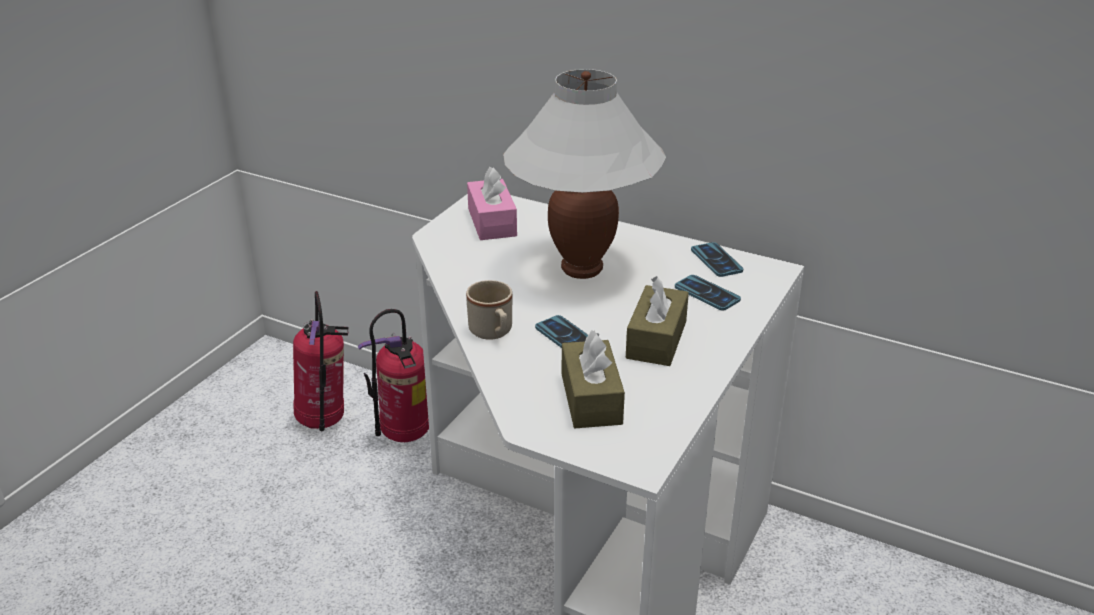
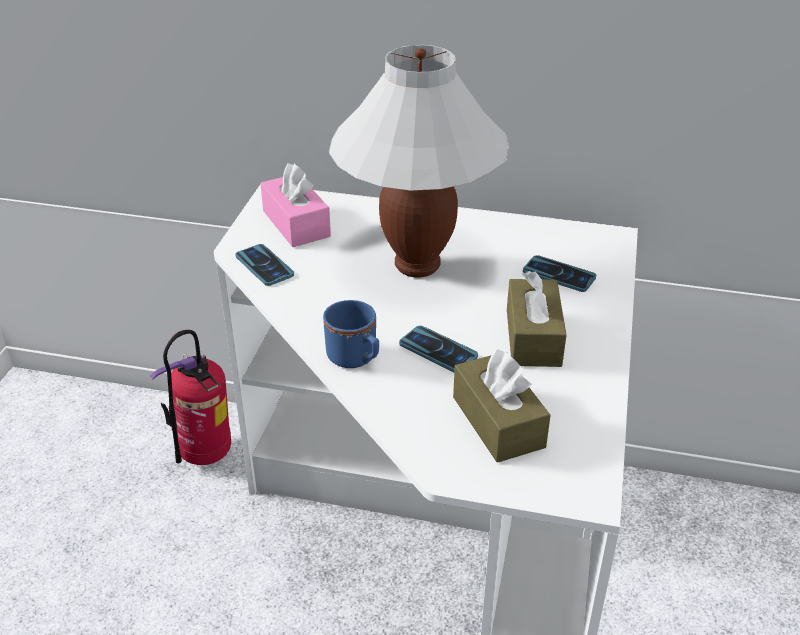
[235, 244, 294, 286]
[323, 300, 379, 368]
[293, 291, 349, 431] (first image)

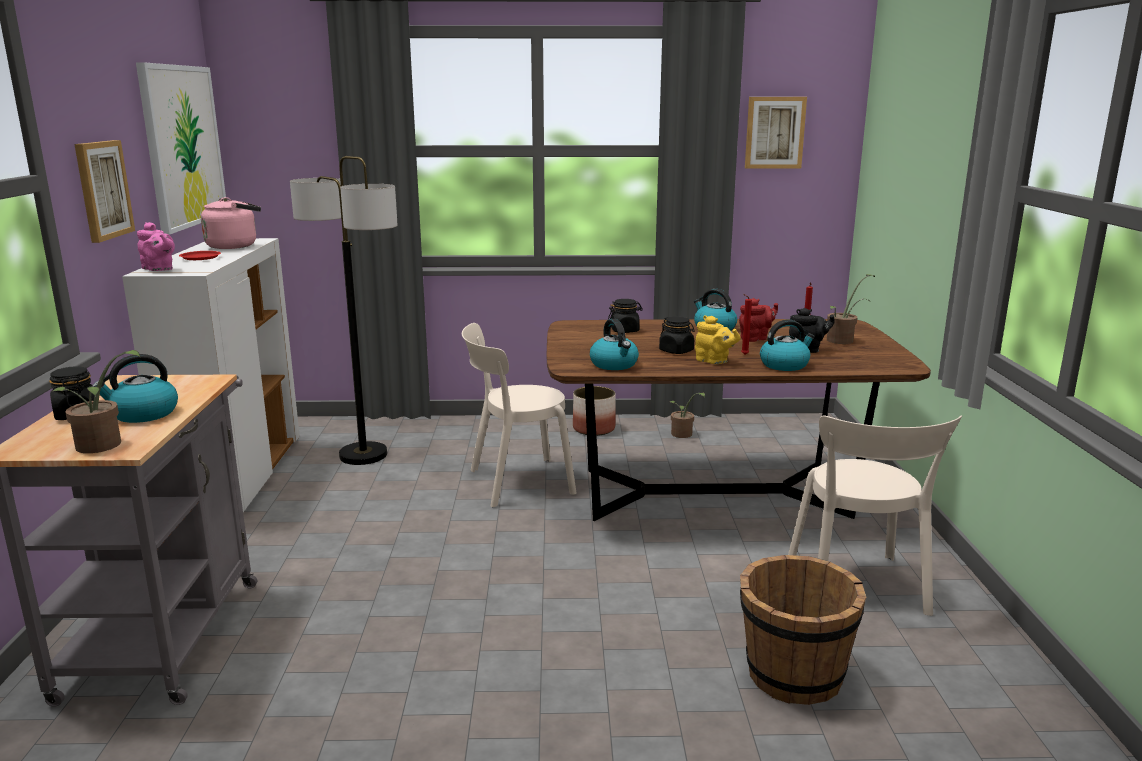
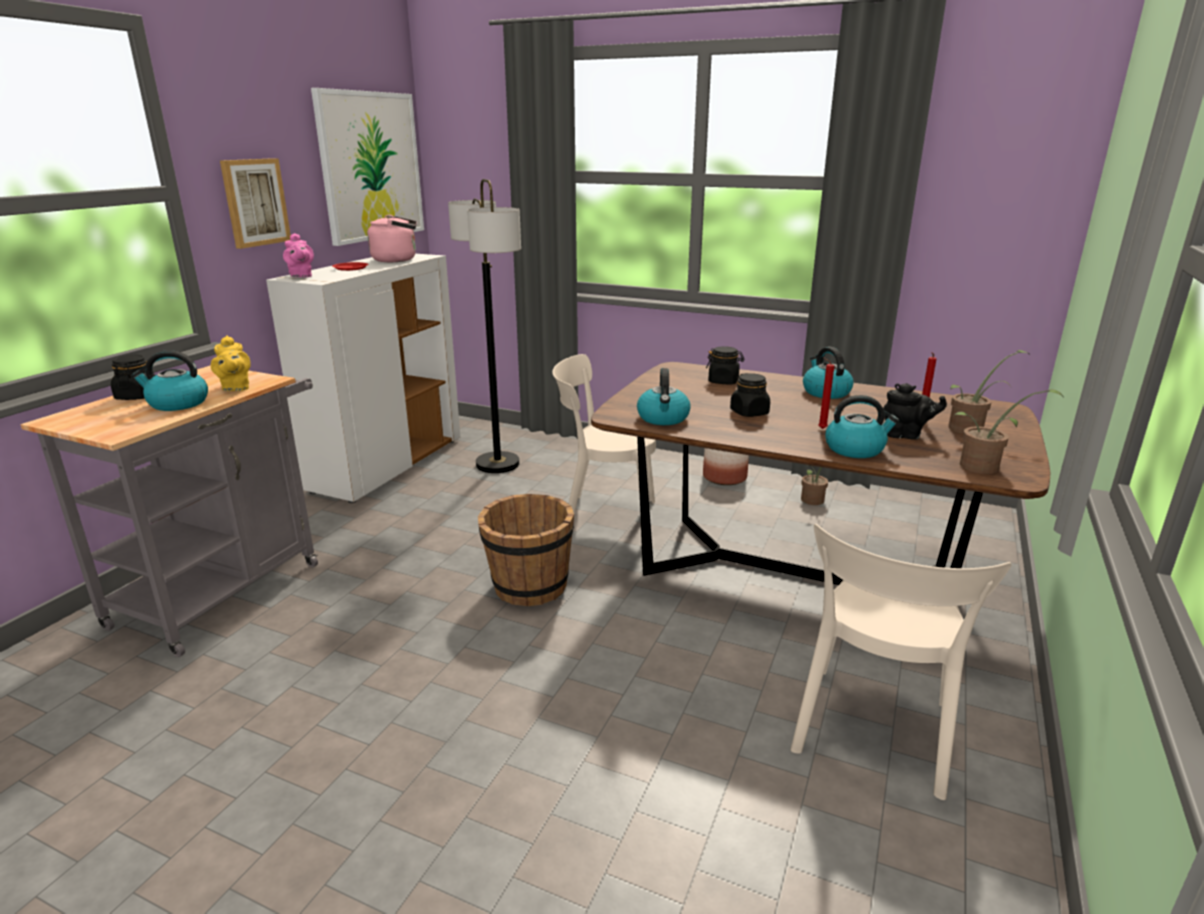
[211, 335, 250, 391]
[478, 494, 574, 606]
[953, 389, 1063, 474]
[739, 298, 778, 342] (first image)
[745, 97, 807, 168] (first image)

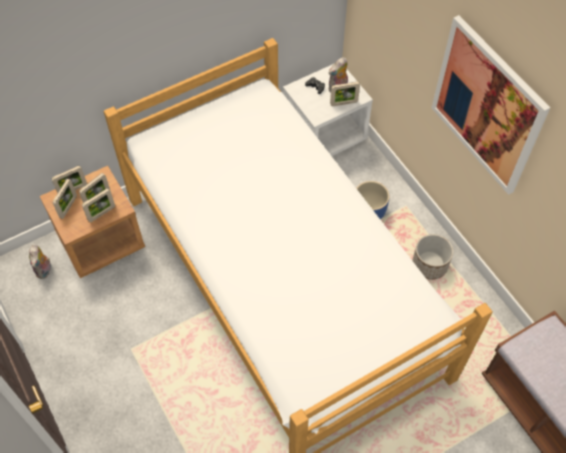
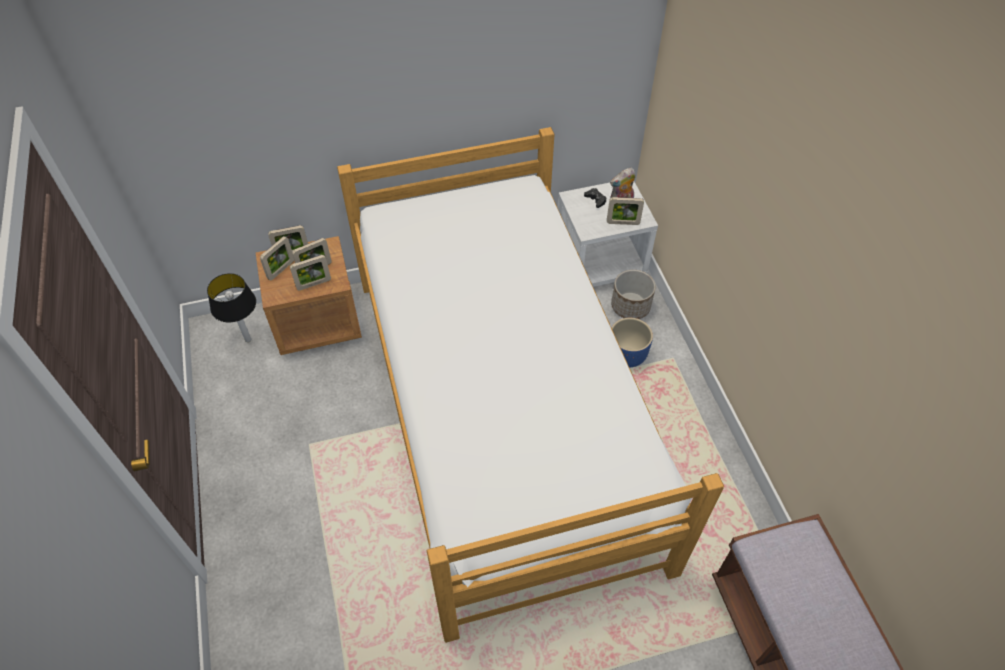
[207, 273, 256, 342]
[611, 270, 656, 319]
[432, 15, 550, 195] (first image)

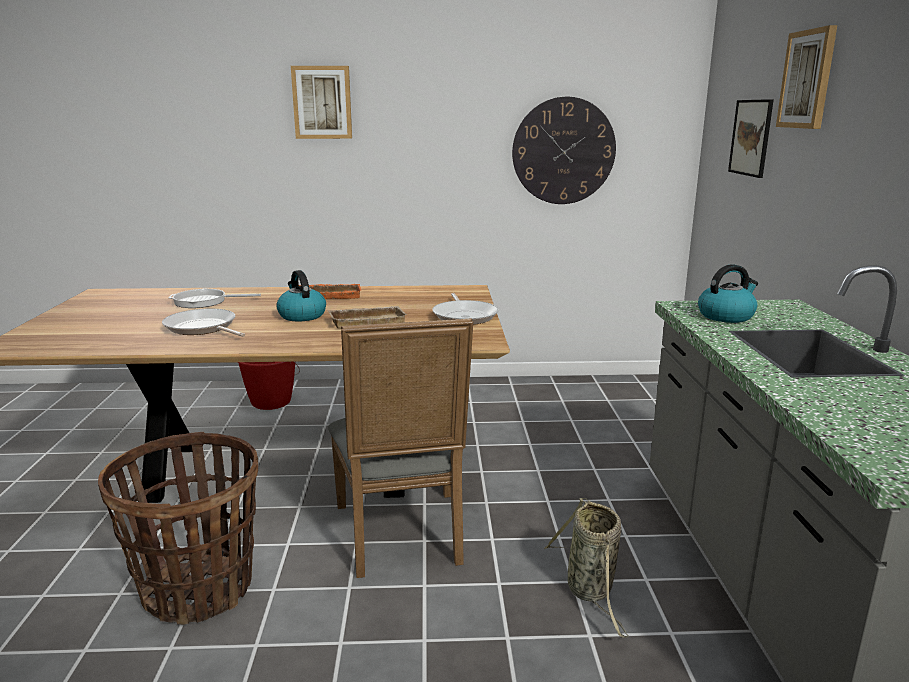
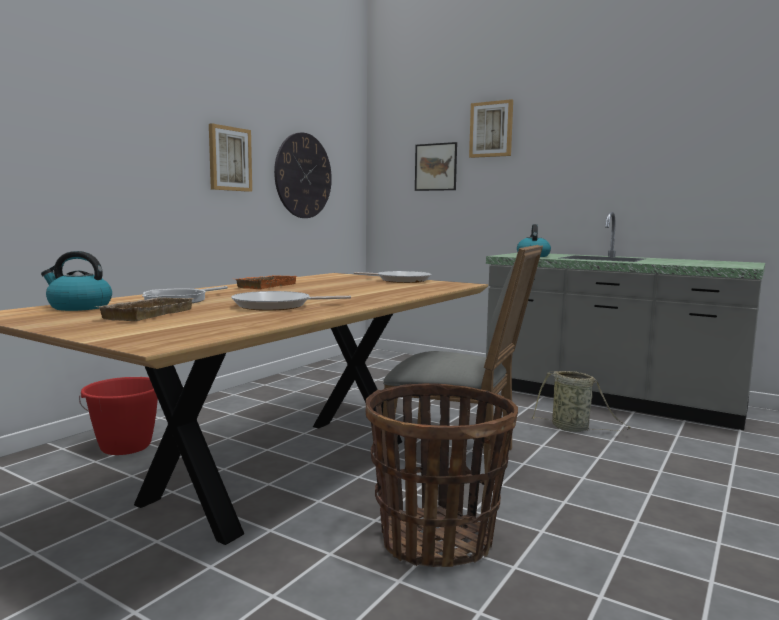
[41, 251, 112, 311]
[96, 297, 195, 321]
[209, 123, 252, 192]

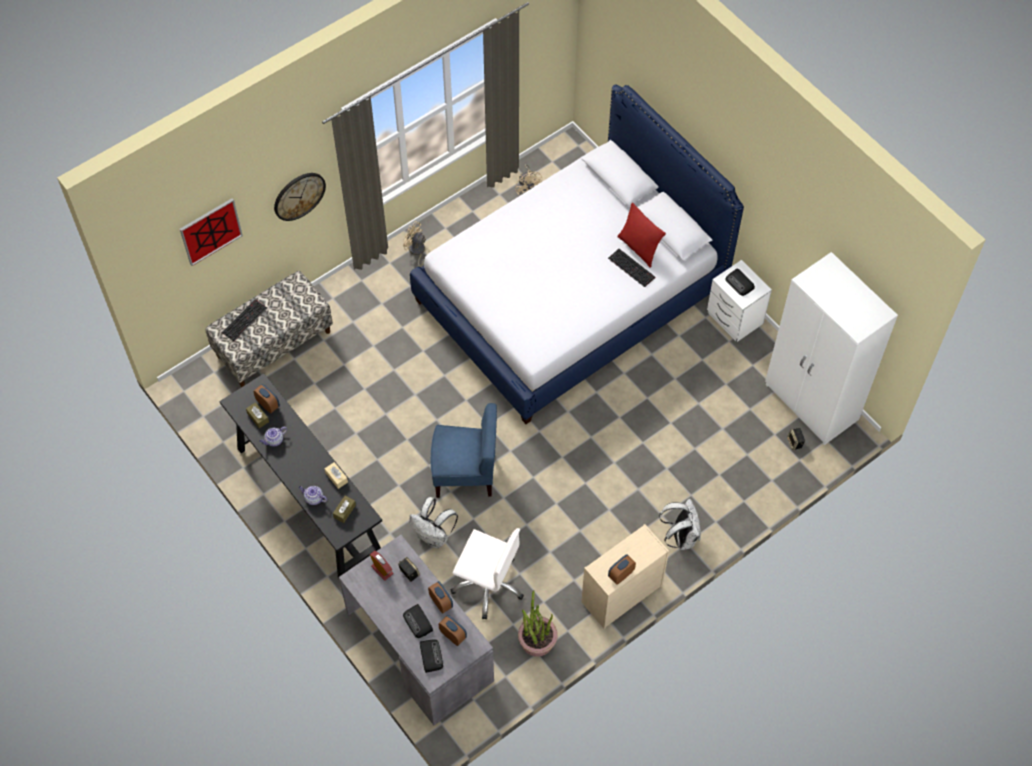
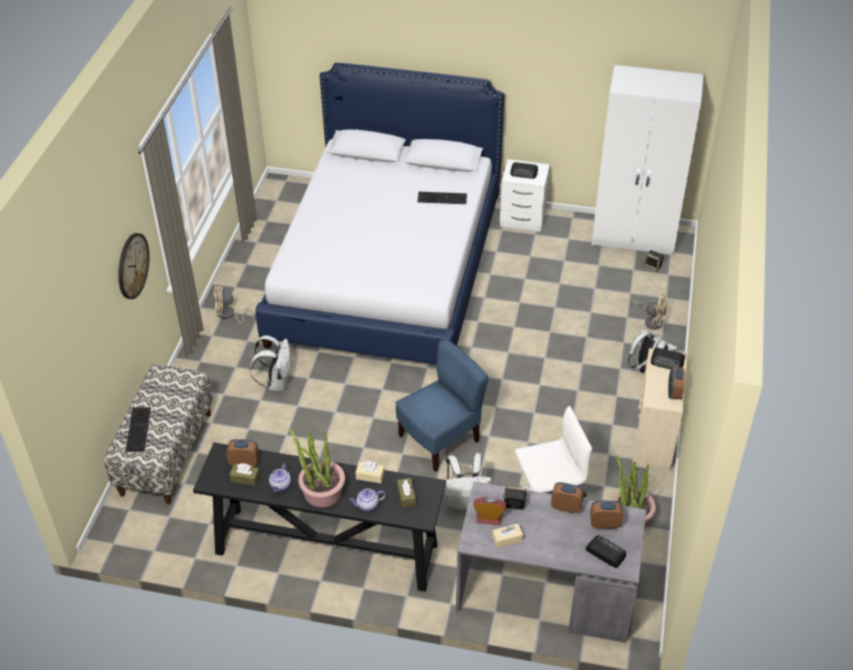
[250, 335, 291, 392]
[289, 429, 345, 507]
[492, 524, 523, 548]
[631, 294, 668, 330]
[651, 348, 685, 369]
[180, 198, 243, 266] (first image)
[617, 202, 666, 268] (first image)

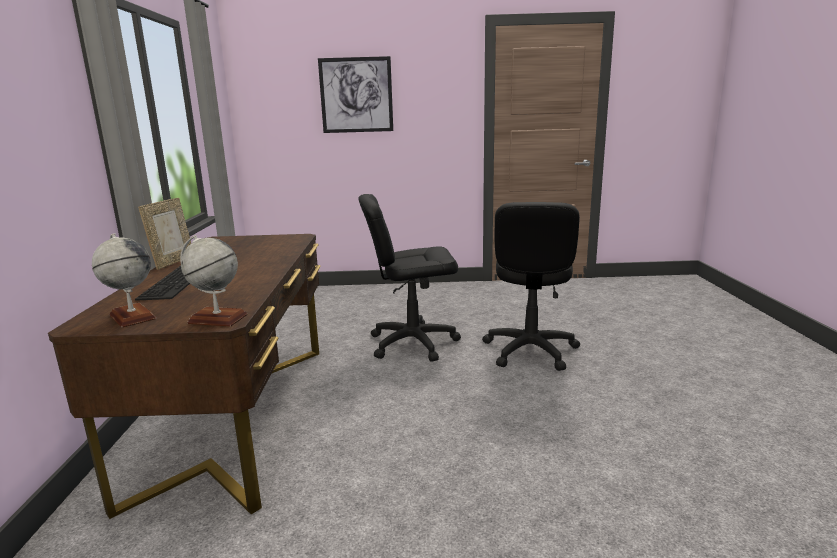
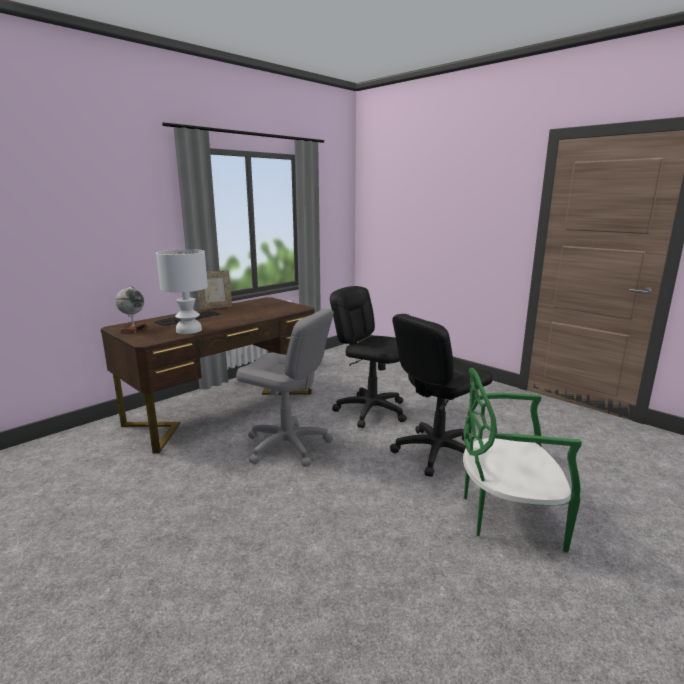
[156, 249, 208, 334]
[236, 309, 334, 467]
[463, 368, 582, 553]
[180, 235, 248, 326] (first image)
[318, 56, 393, 133] (first image)

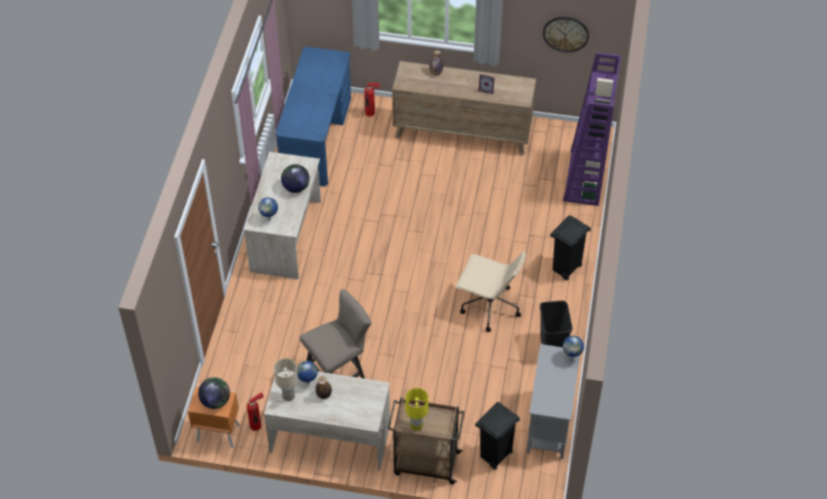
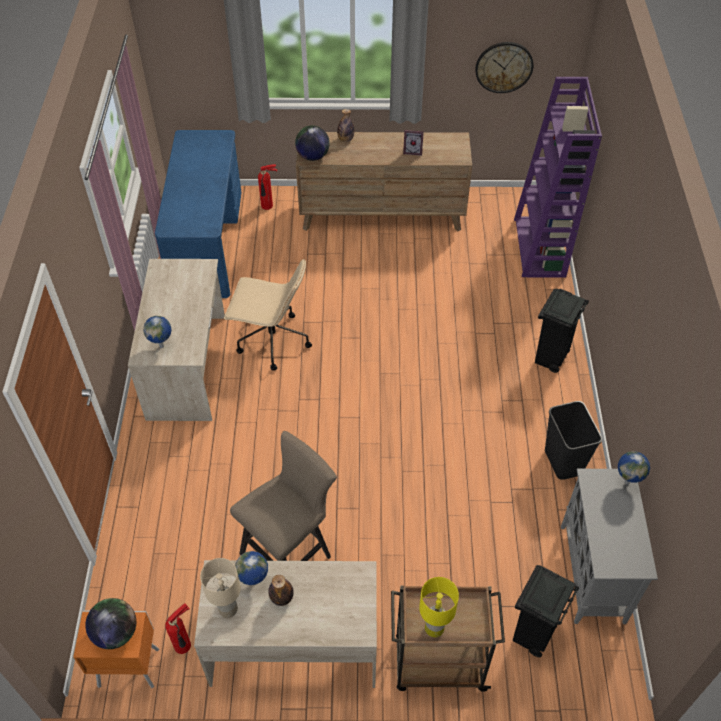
[224, 259, 312, 371]
[295, 125, 330, 161]

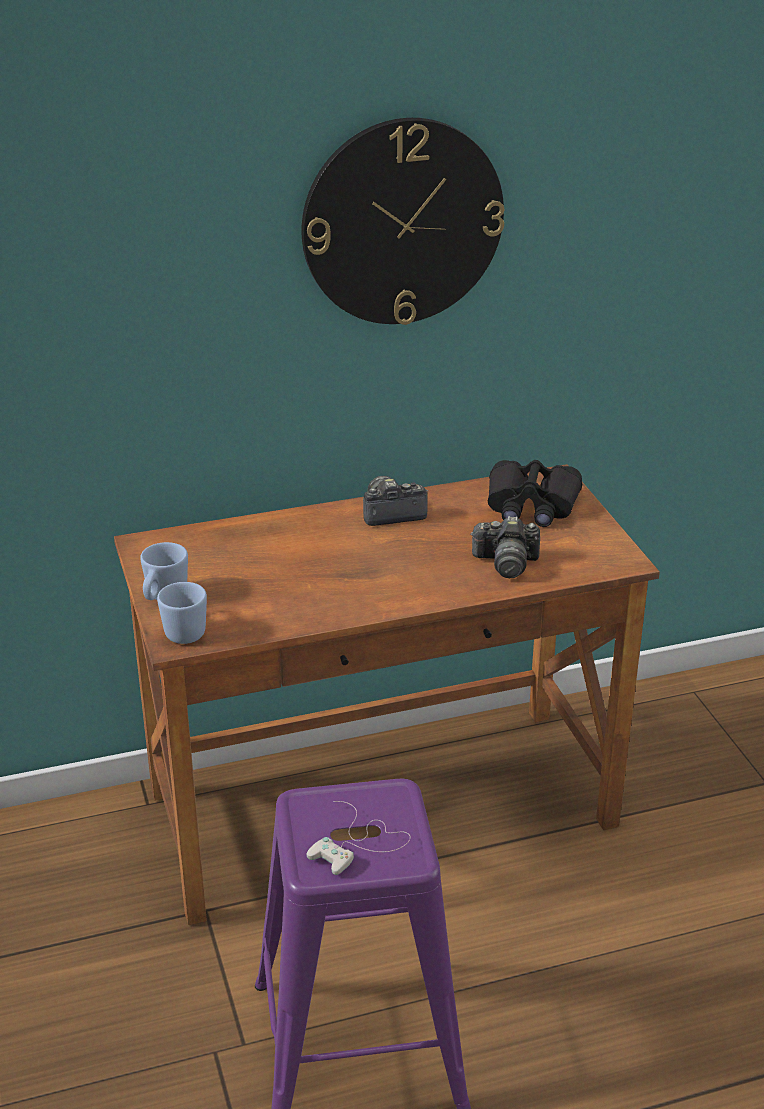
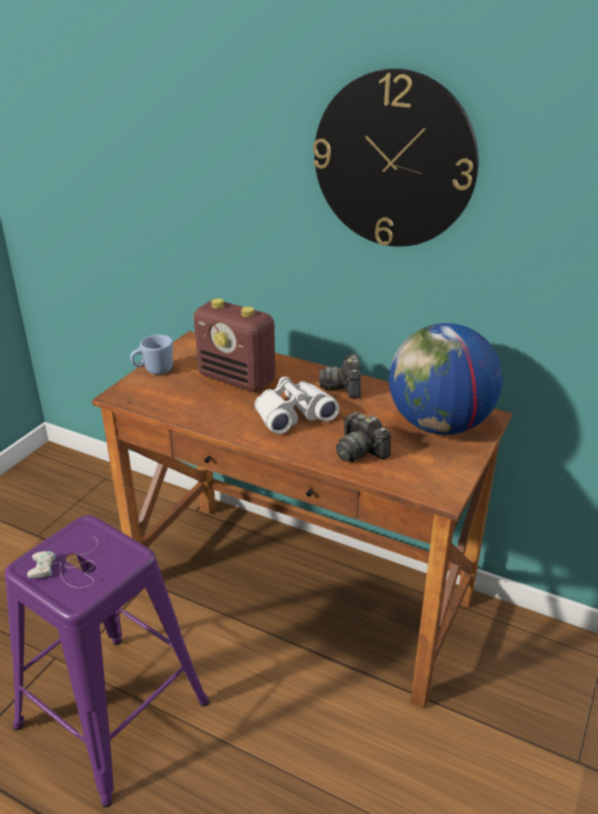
[194, 298, 275, 392]
[254, 377, 340, 434]
[319, 354, 361, 398]
[389, 323, 503, 435]
[157, 582, 207, 644] (first image)

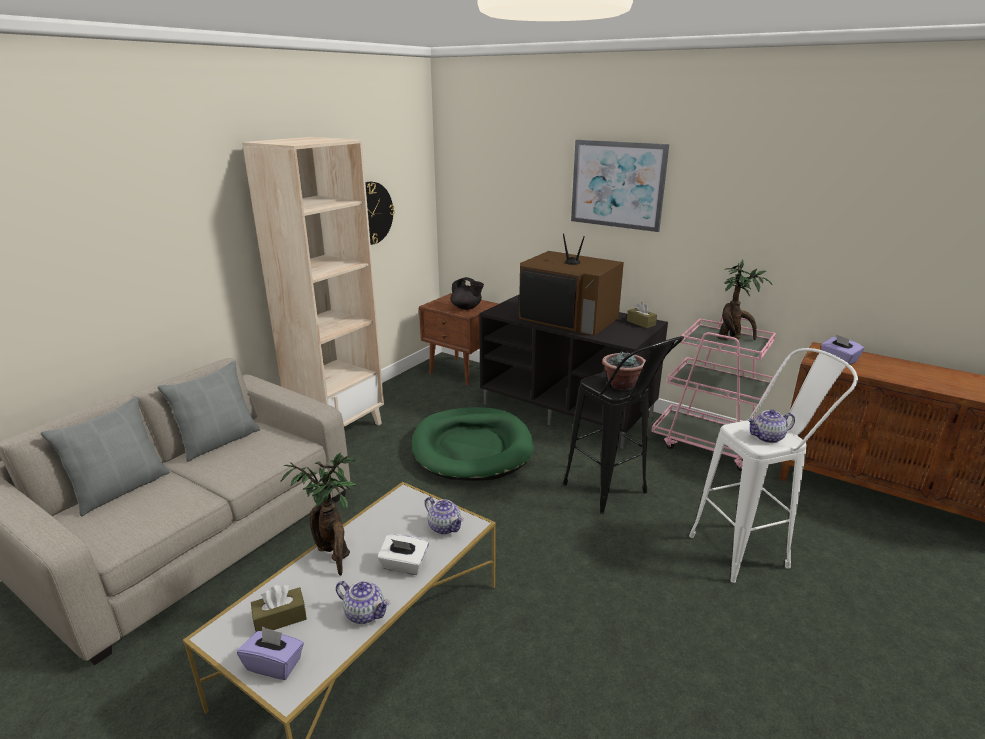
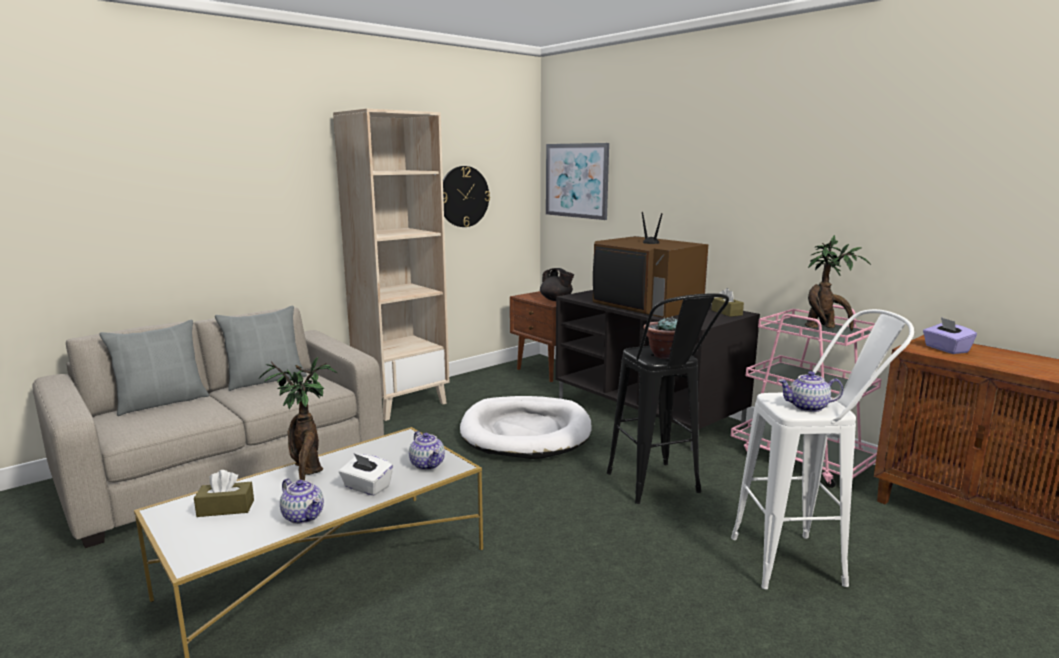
[460, 396, 592, 459]
[546, 143, 609, 220]
[237, 627, 304, 680] (first image)

